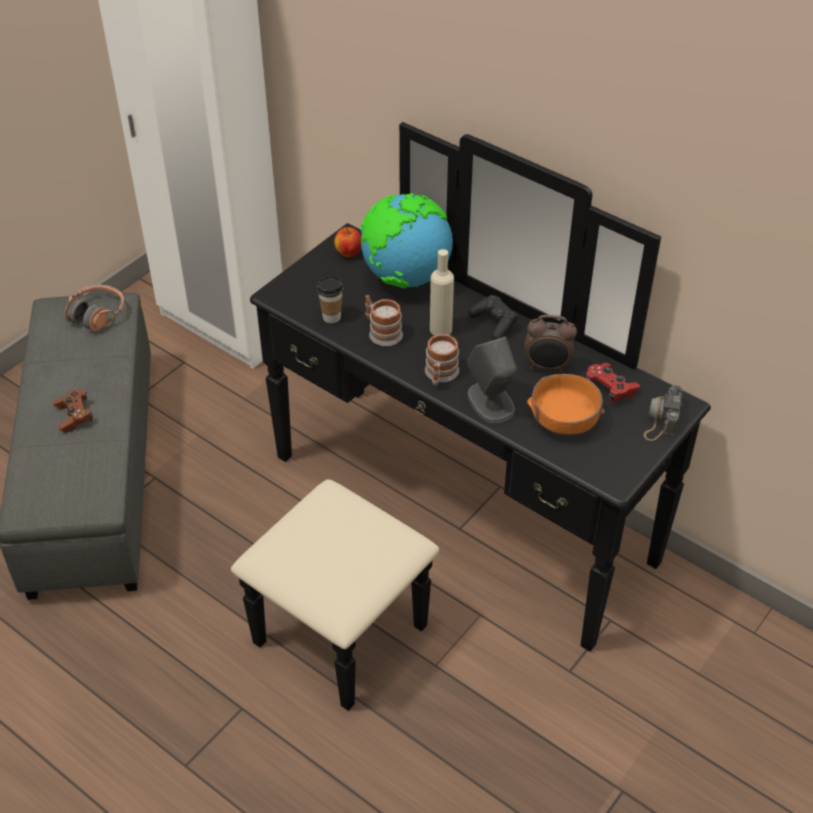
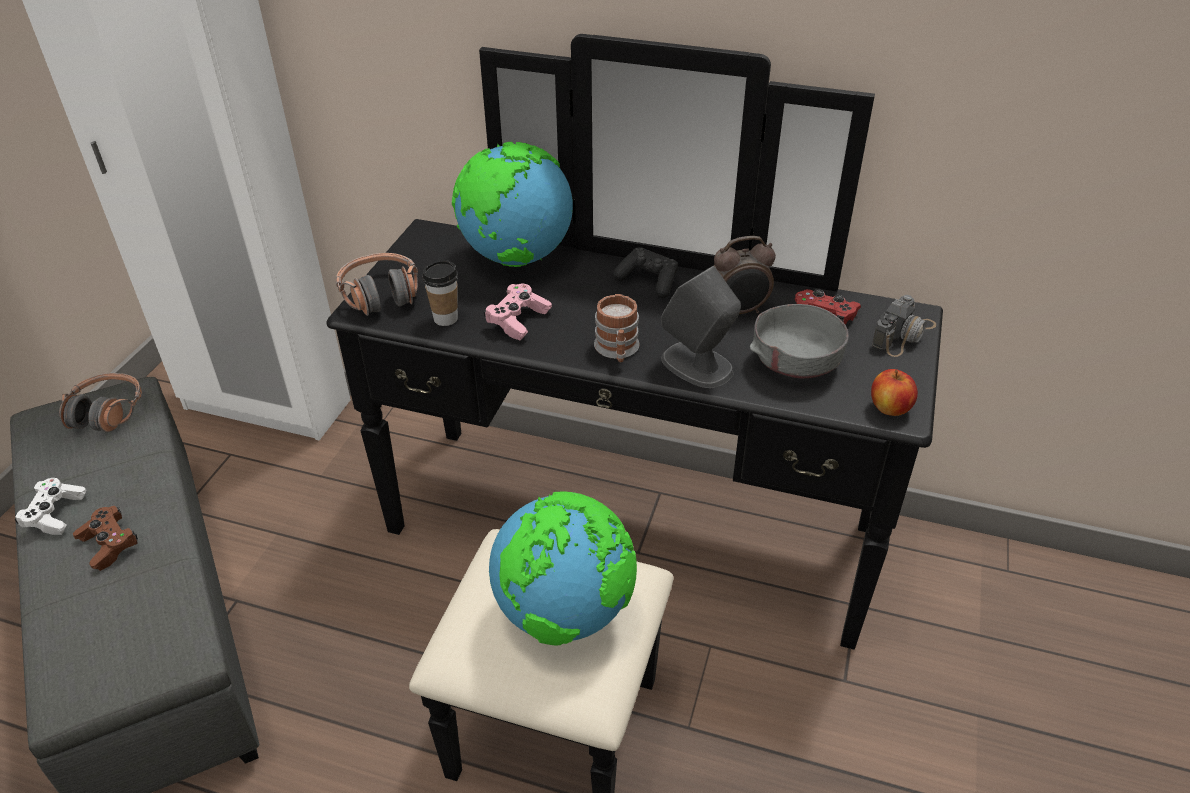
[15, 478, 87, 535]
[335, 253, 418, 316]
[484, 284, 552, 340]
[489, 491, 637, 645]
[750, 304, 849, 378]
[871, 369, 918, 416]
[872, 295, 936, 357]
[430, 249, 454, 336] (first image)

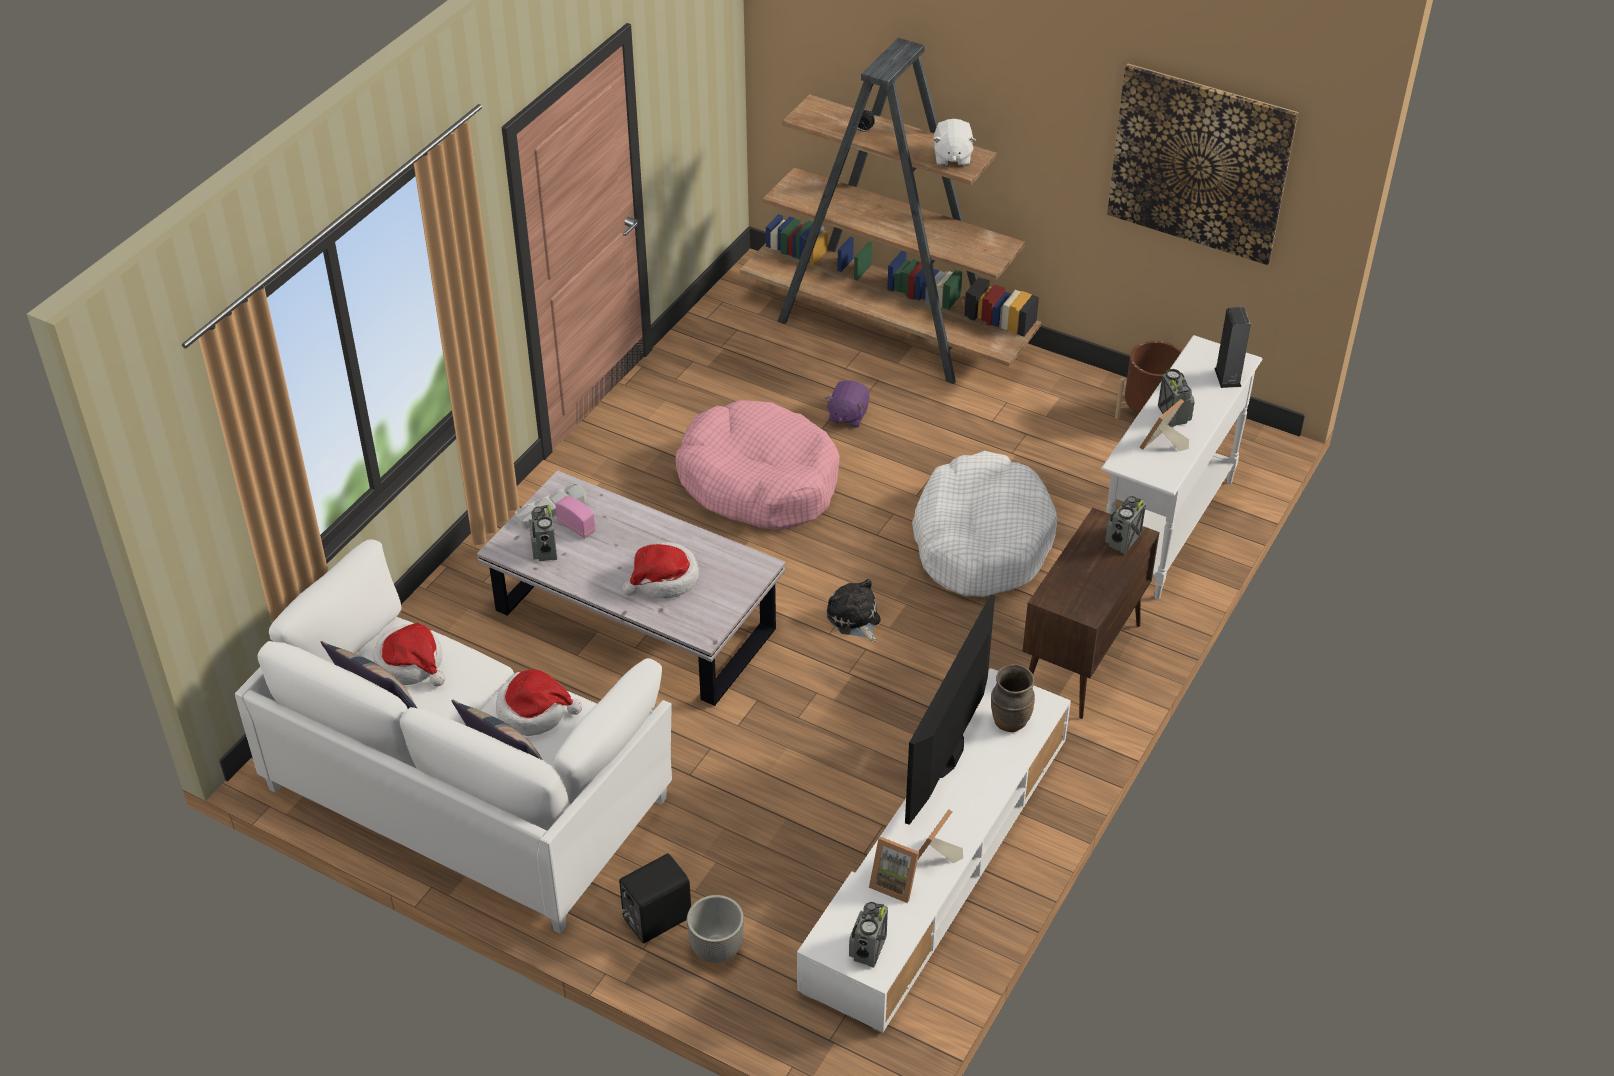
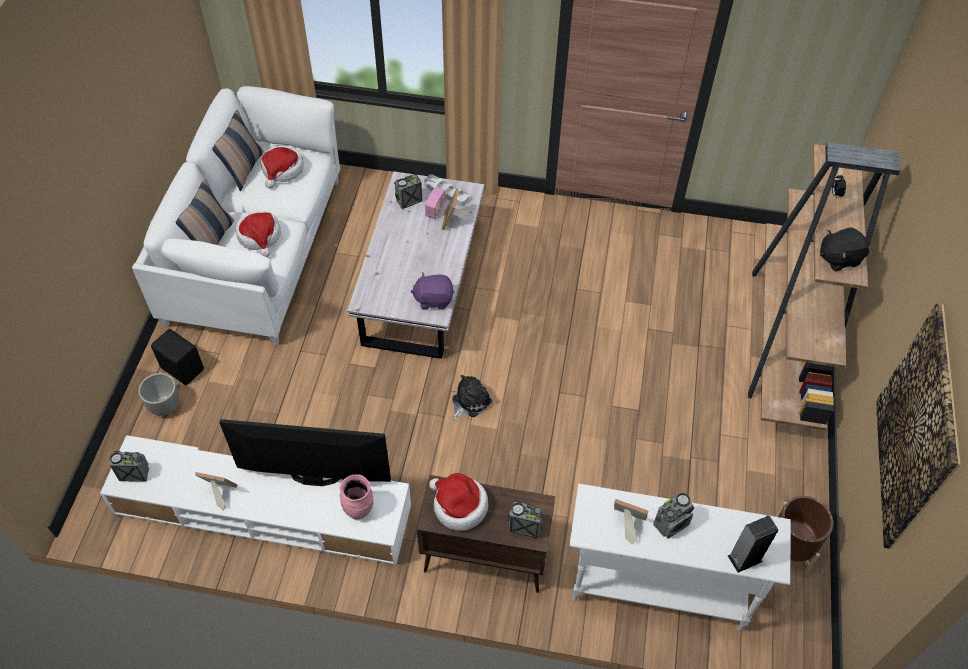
[340, 474, 374, 519]
[410, 272, 454, 309]
[429, 473, 488, 531]
[442, 189, 470, 230]
[820, 227, 870, 272]
[676, 400, 840, 530] (first image)
[912, 451, 1057, 597] (first image)

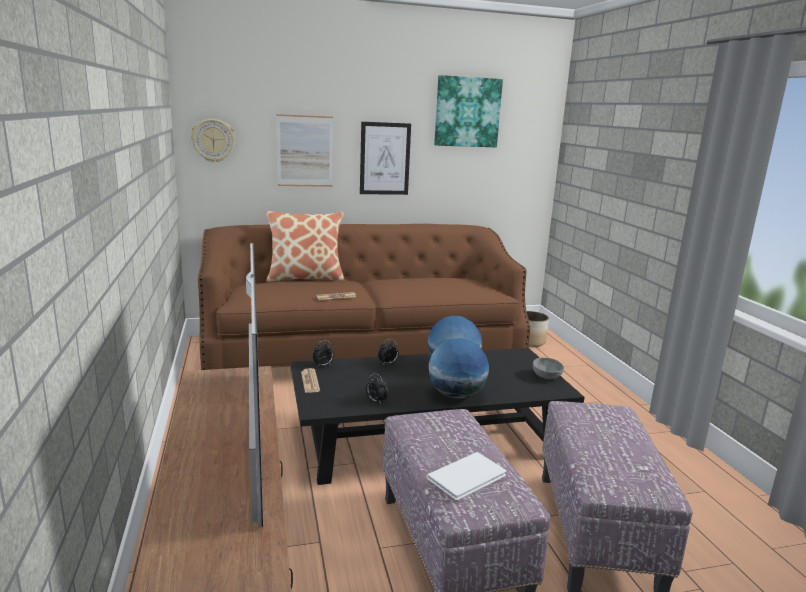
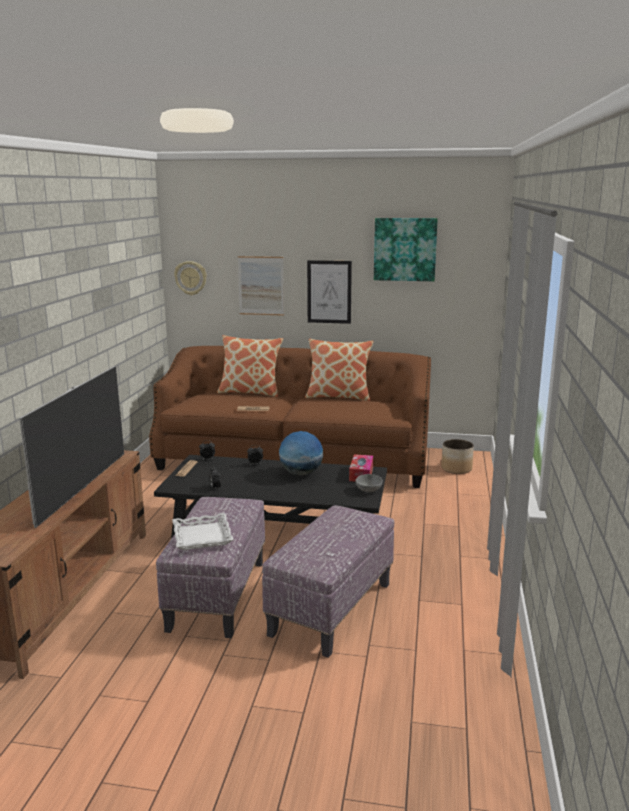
[172, 513, 234, 550]
[305, 339, 374, 401]
[349, 454, 374, 482]
[429, 338, 489, 399] (first image)

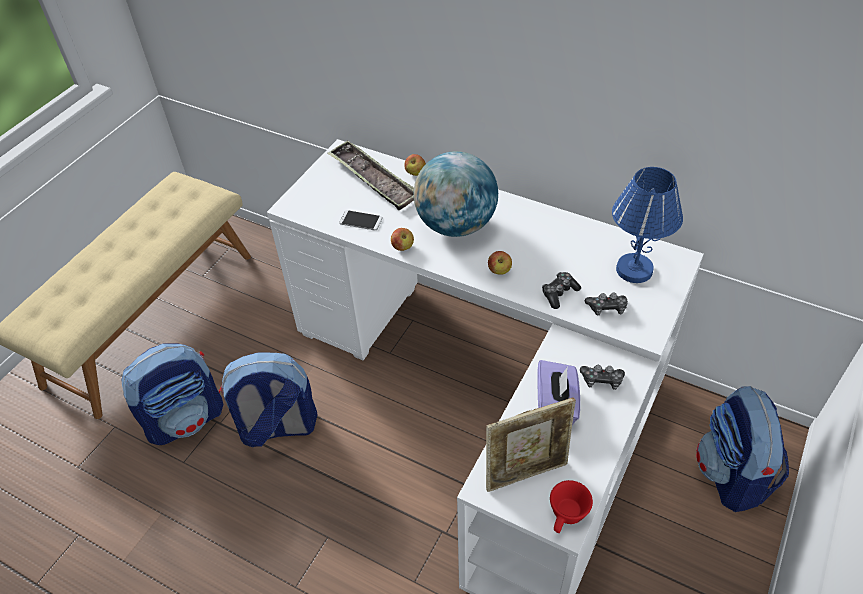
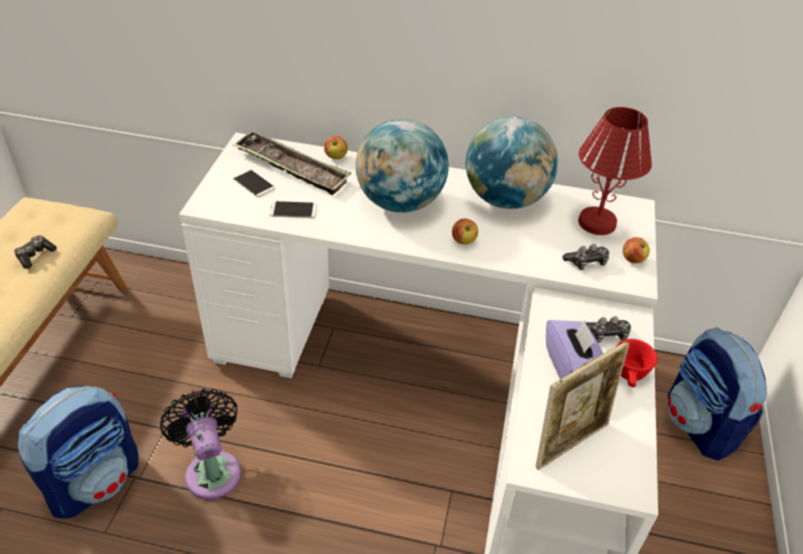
[14, 236, 57, 269]
[160, 389, 241, 500]
[233, 169, 275, 197]
[466, 116, 558, 209]
[578, 107, 652, 235]
[617, 339, 657, 387]
[623, 237, 650, 263]

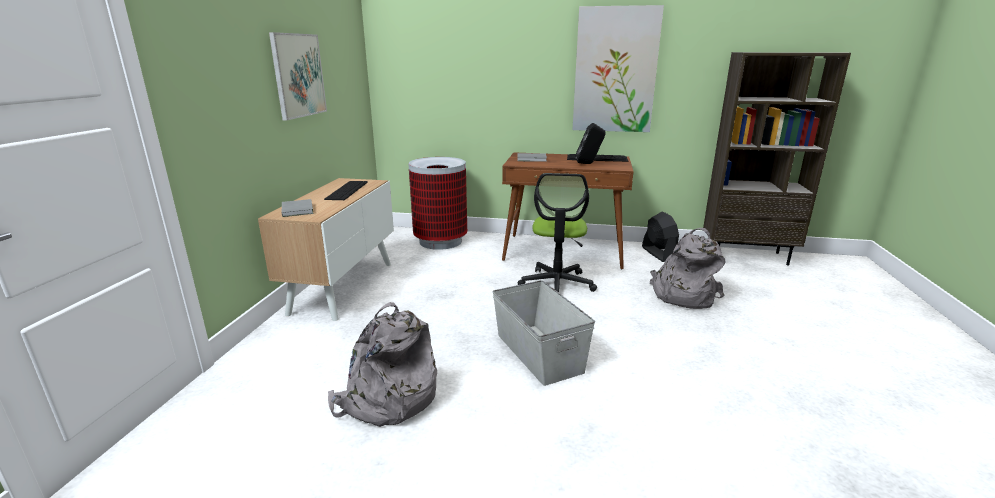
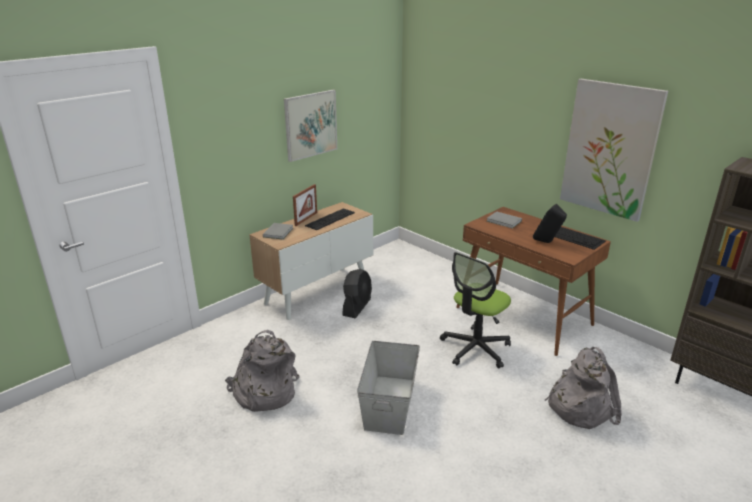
[293, 184, 317, 226]
[342, 269, 372, 318]
[408, 157, 467, 250] (first image)

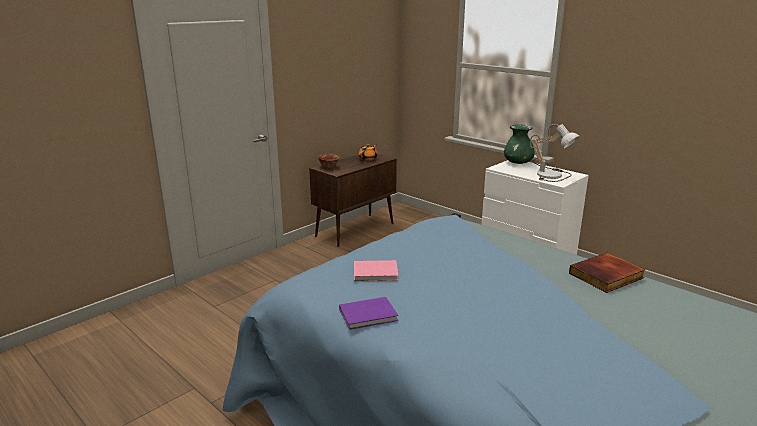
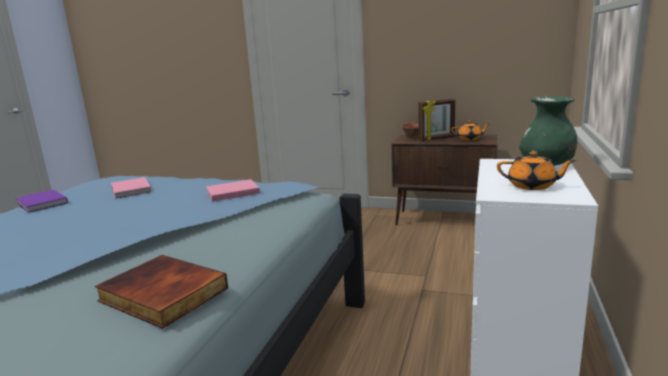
[206, 179, 260, 202]
[418, 99, 455, 141]
[497, 152, 576, 190]

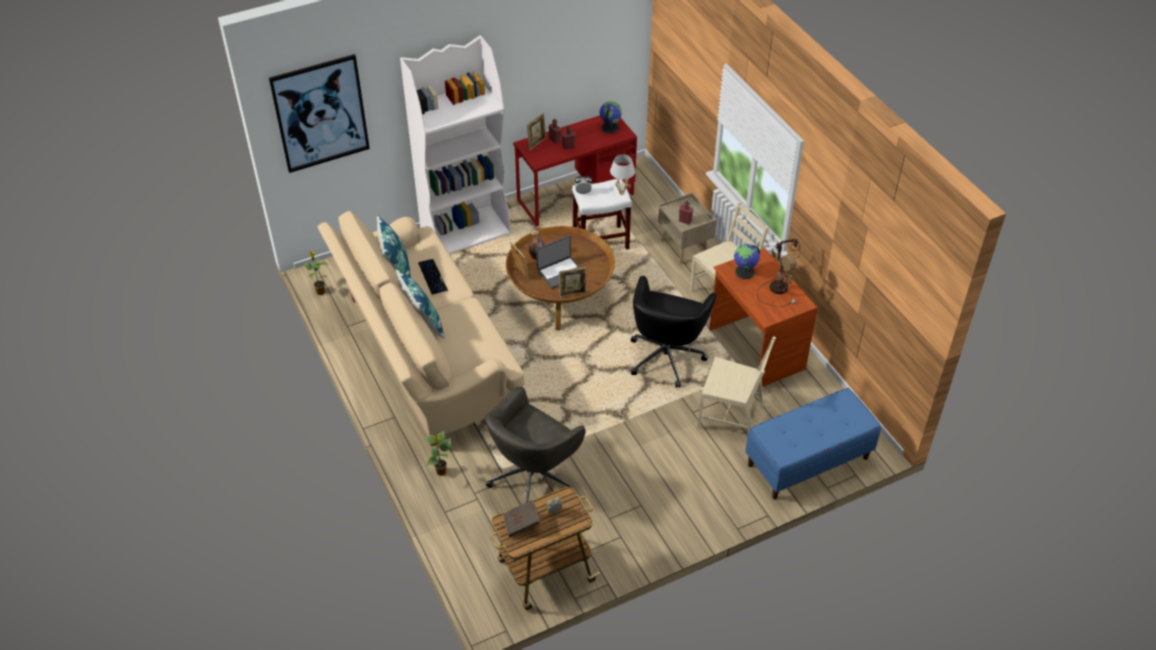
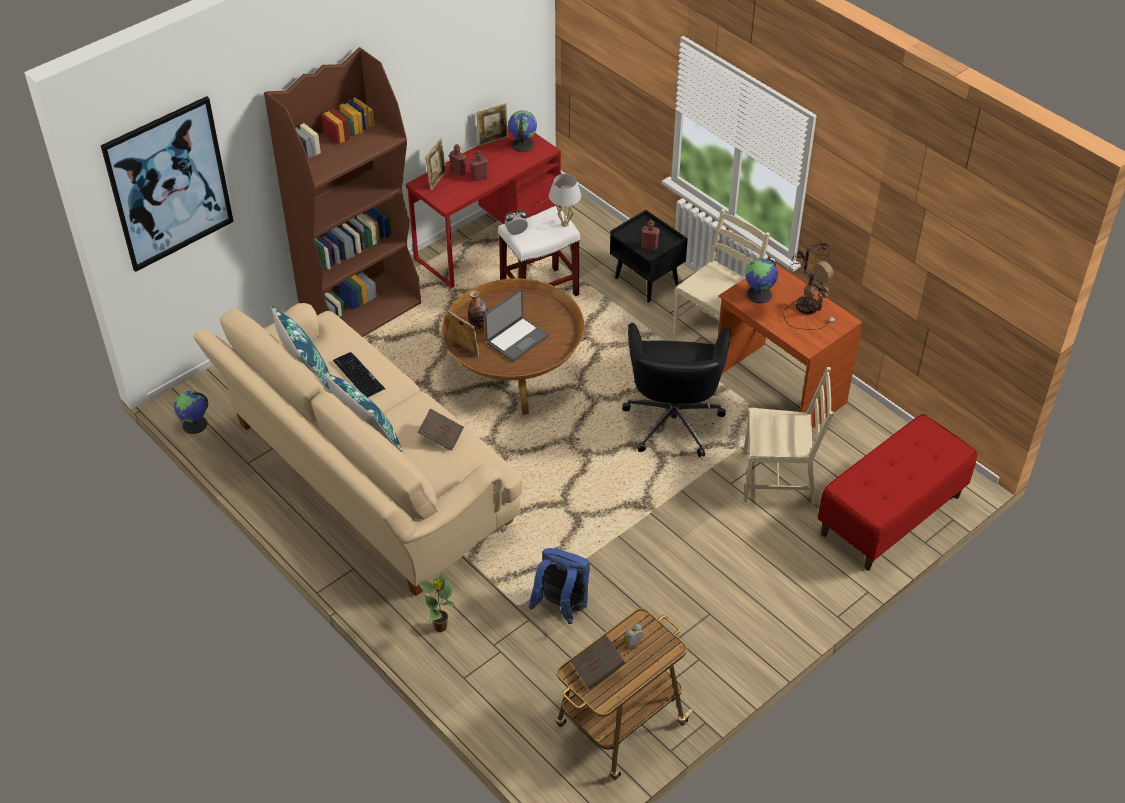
[174, 391, 208, 434]
[264, 47, 421, 337]
[418, 408, 464, 451]
[476, 103, 508, 146]
[529, 548, 590, 624]
[610, 210, 688, 302]
[818, 414, 977, 571]

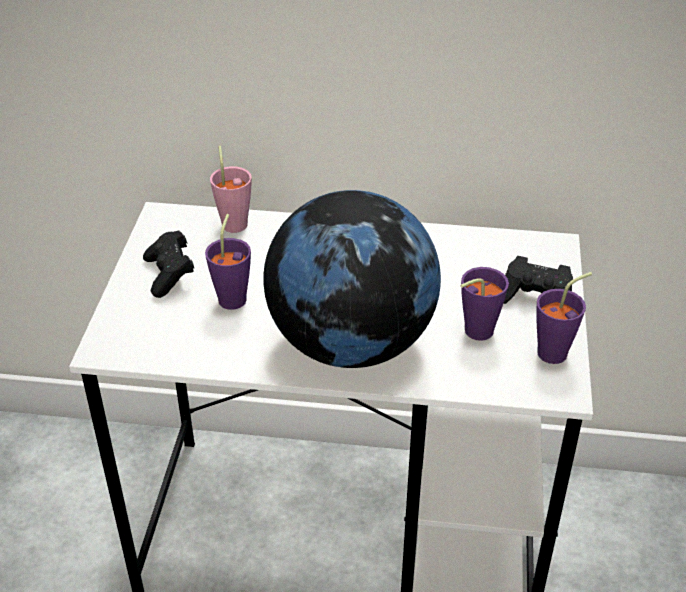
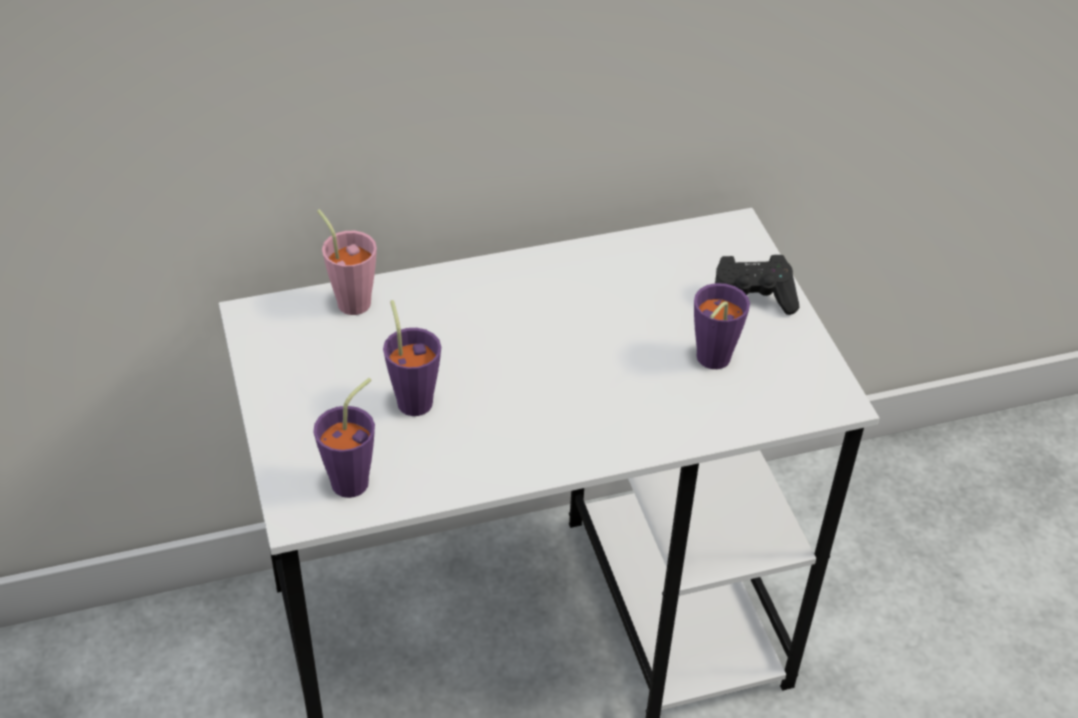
[313, 378, 375, 498]
[143, 230, 194, 298] (first image)
[263, 190, 441, 368] (first image)

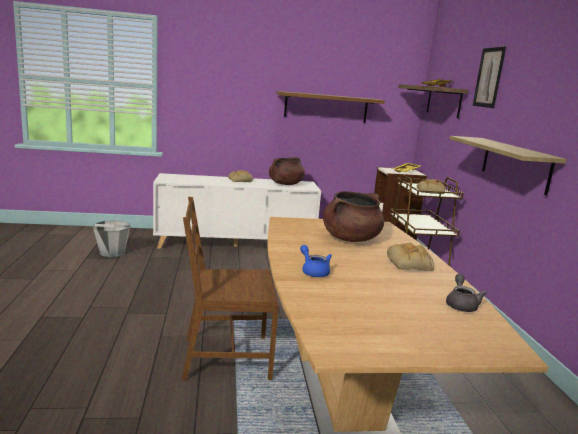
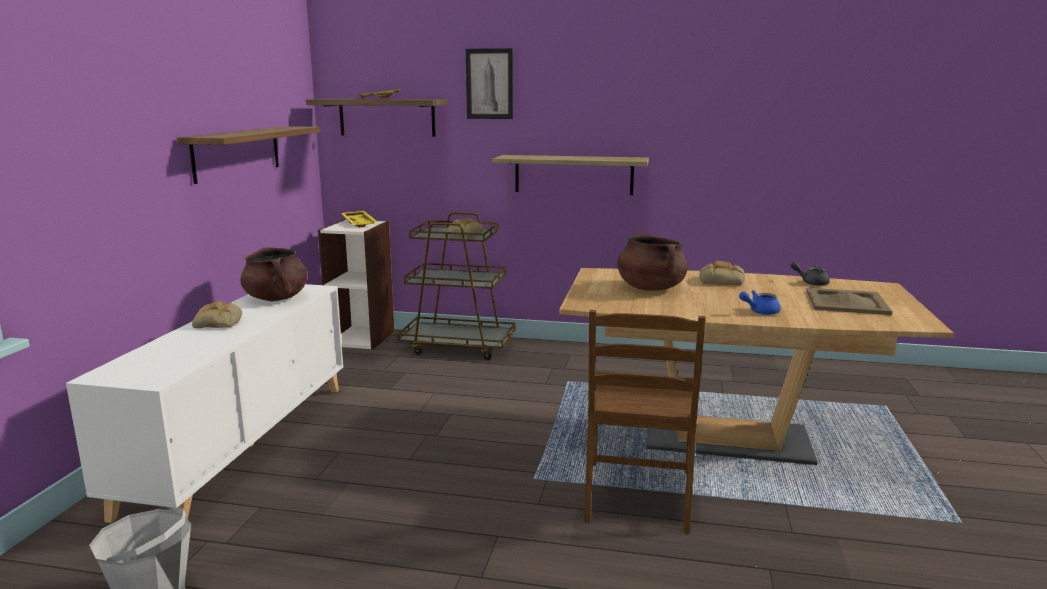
[806, 288, 892, 315]

